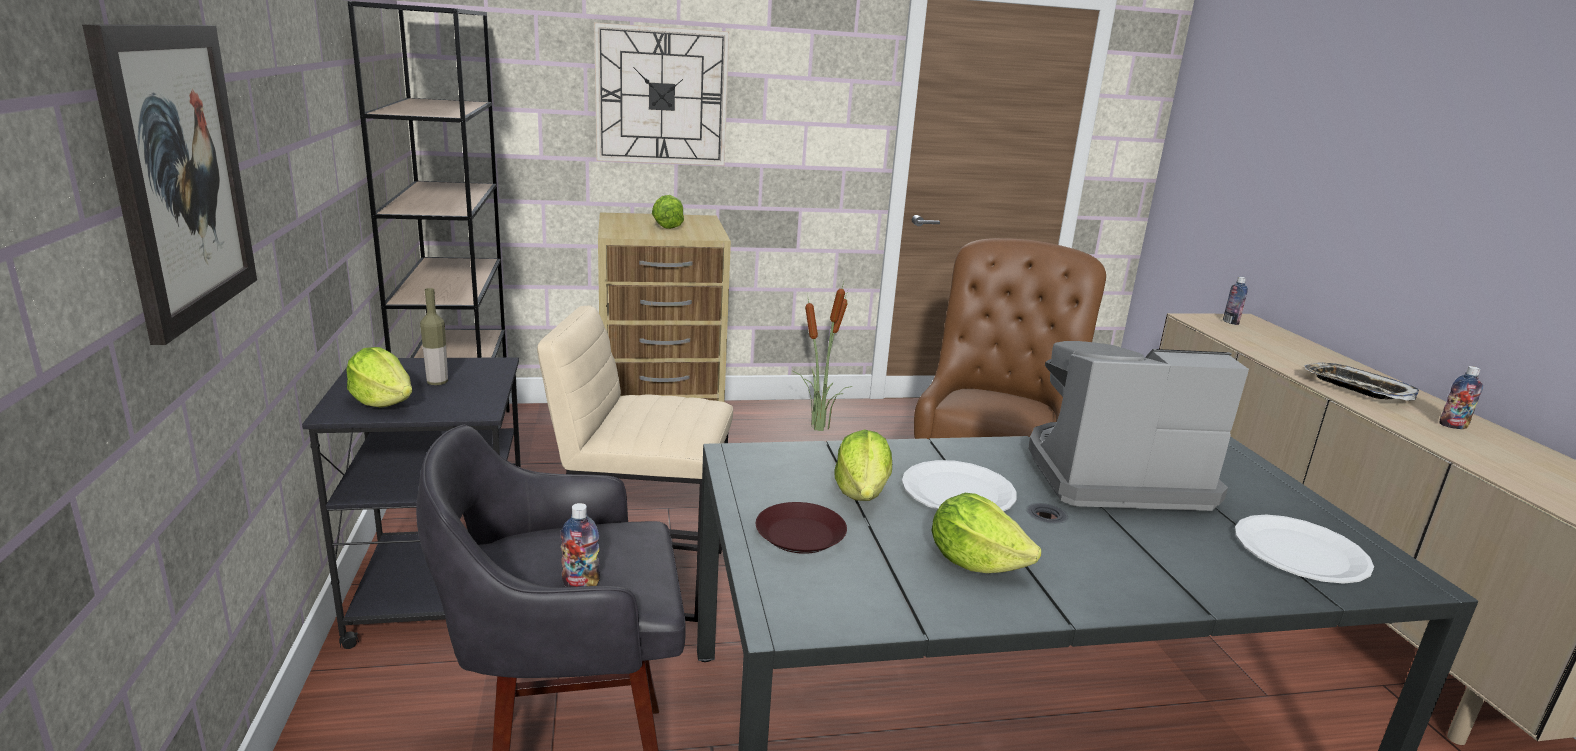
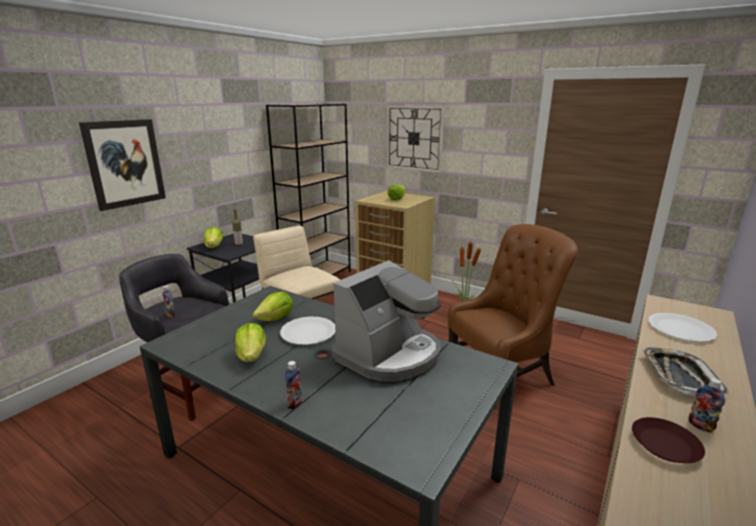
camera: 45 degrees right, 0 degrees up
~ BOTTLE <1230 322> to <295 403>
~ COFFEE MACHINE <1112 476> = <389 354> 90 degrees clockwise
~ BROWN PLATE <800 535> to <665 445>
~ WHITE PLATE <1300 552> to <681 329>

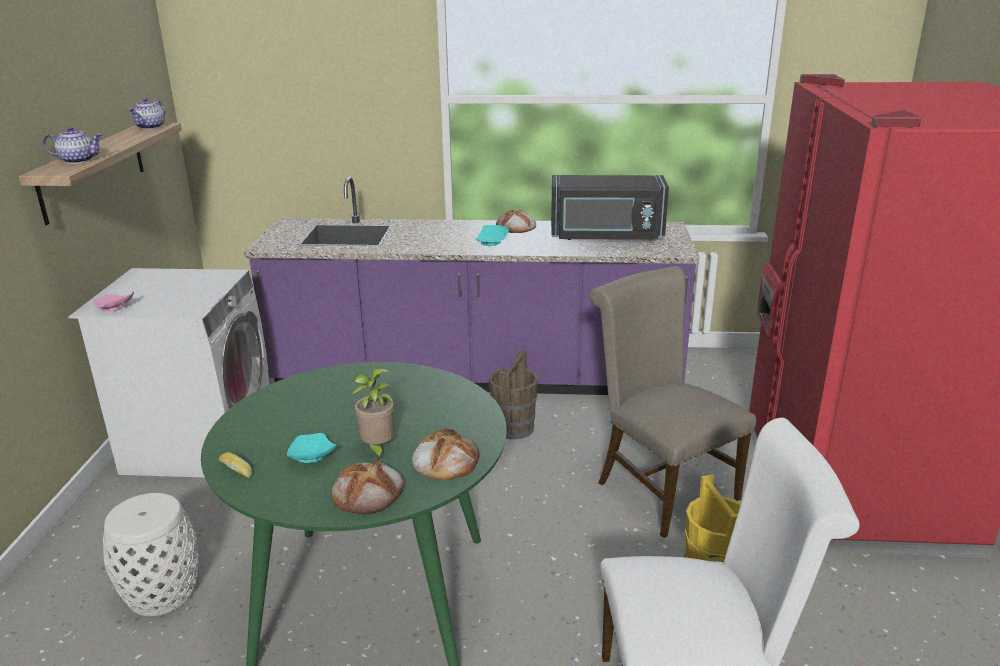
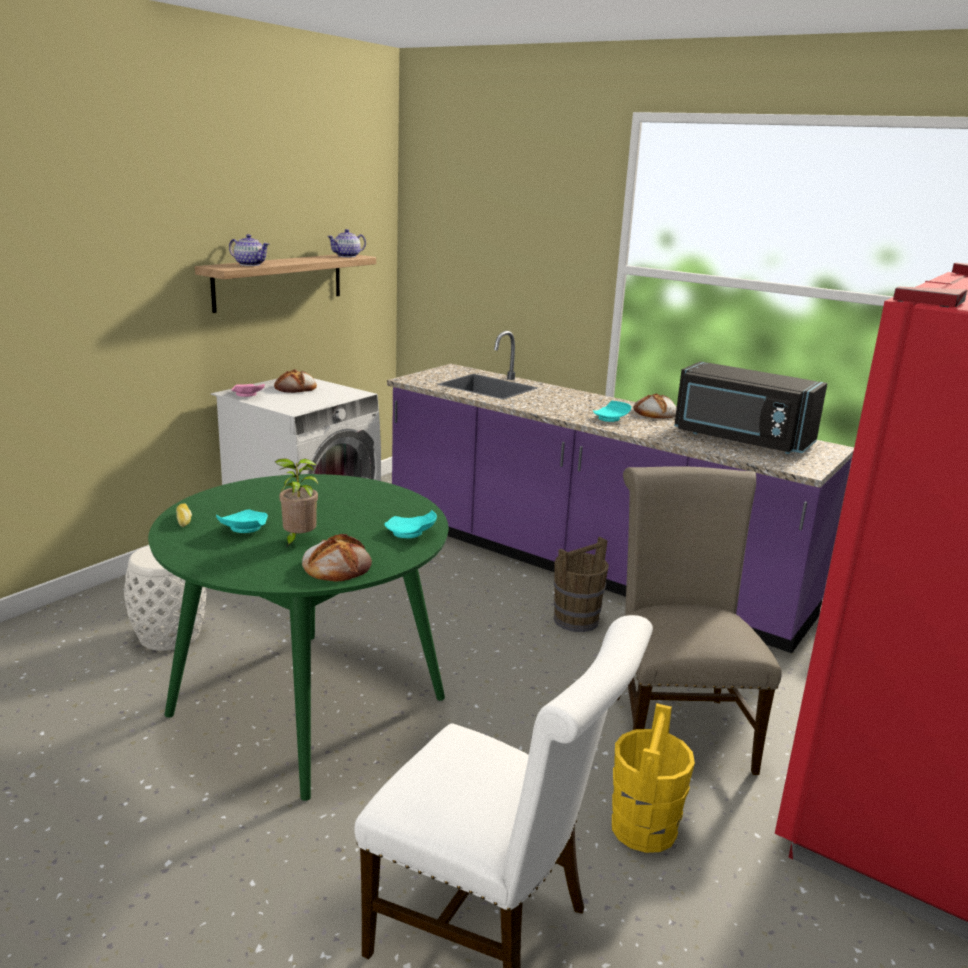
camera: 30 degrees right, 5 degrees down
~ BREAD <368 493> to <296 388>
+ TURQUOISE PLATE <411 534>

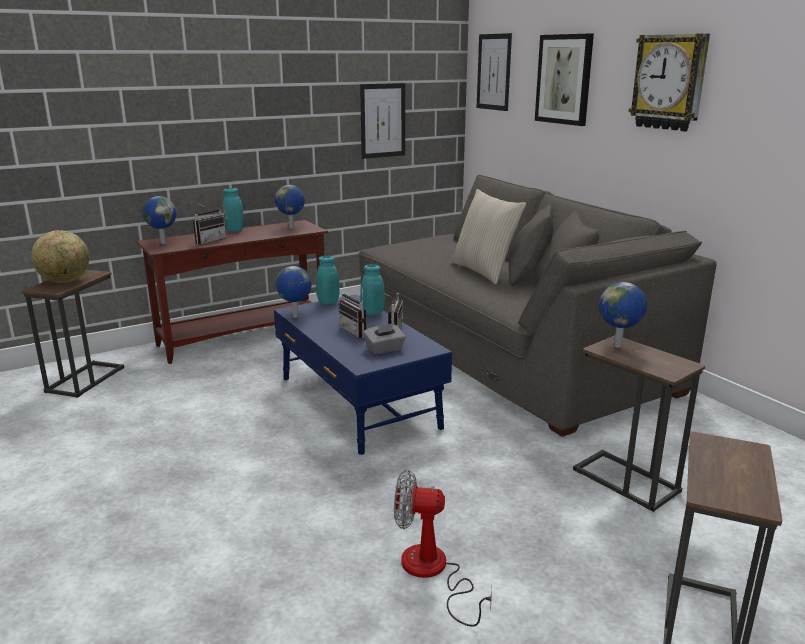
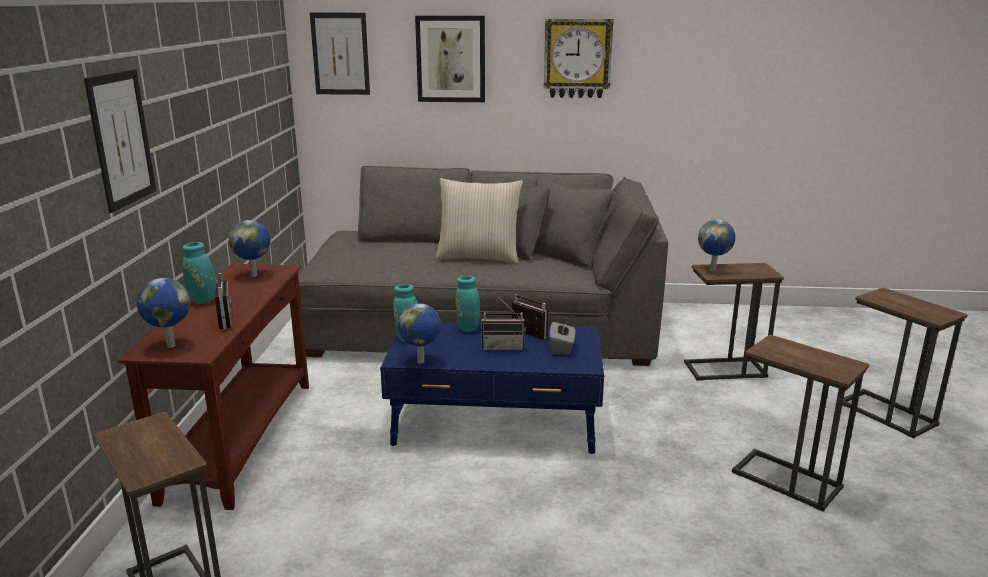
camera: 55 degrees left, 0 degrees up
~ PICTURE <383 120> to <121 139>
- GLOBE <65 281>
~ FAN <433 572> to BROWN SIDE TABLE <787 480>

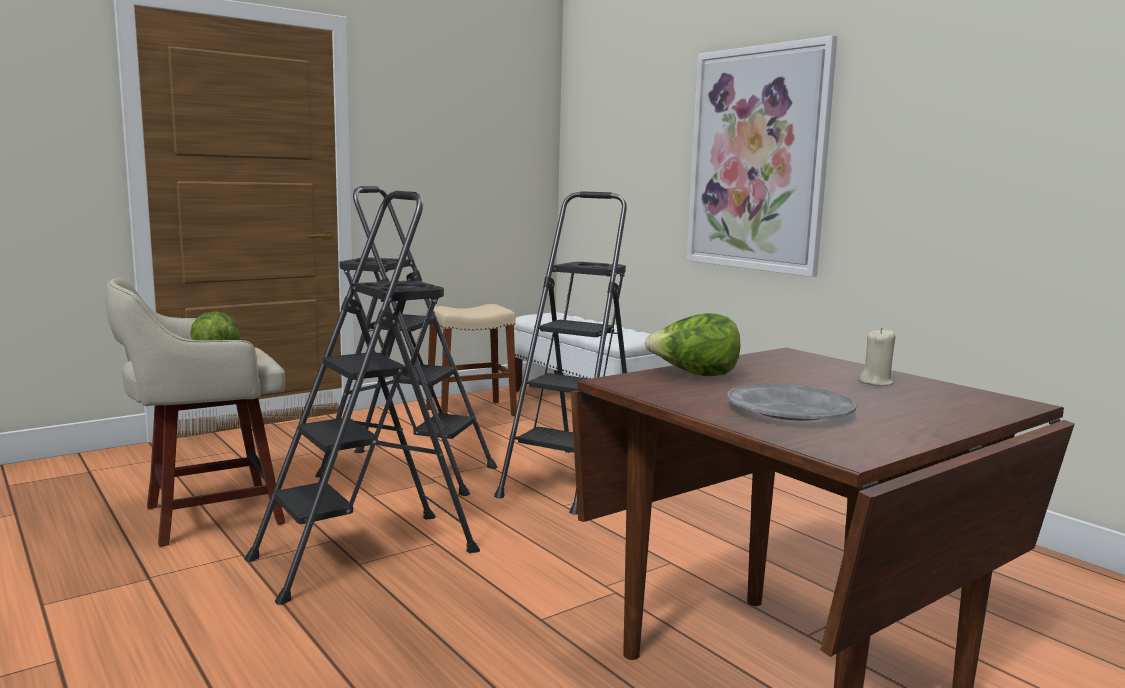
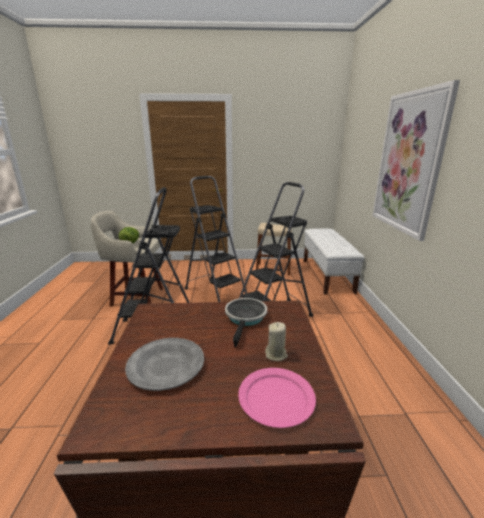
camera: 35 degrees right, 10 degrees up
- LETTUCE <694 375>
+ FRYING PAN <245 319>
+ PINK PLATE <277 398>

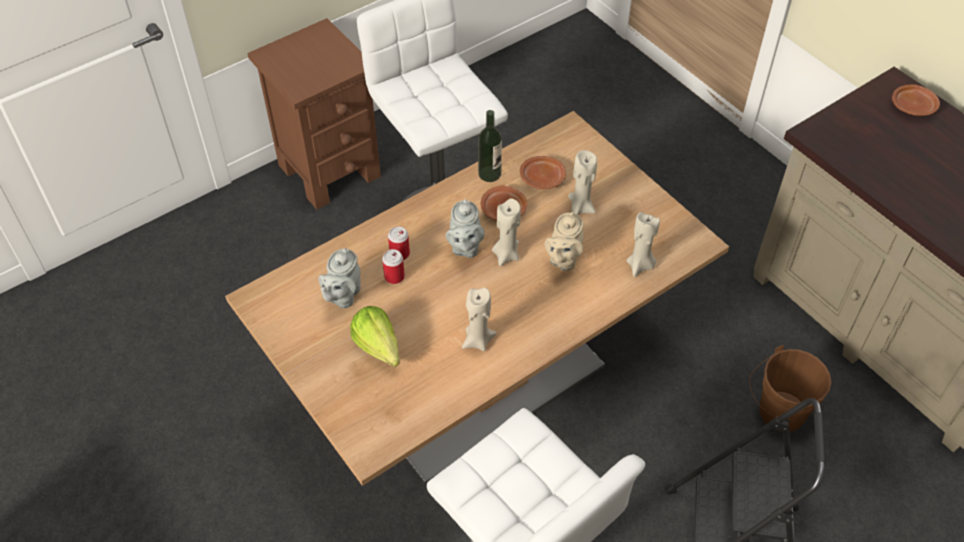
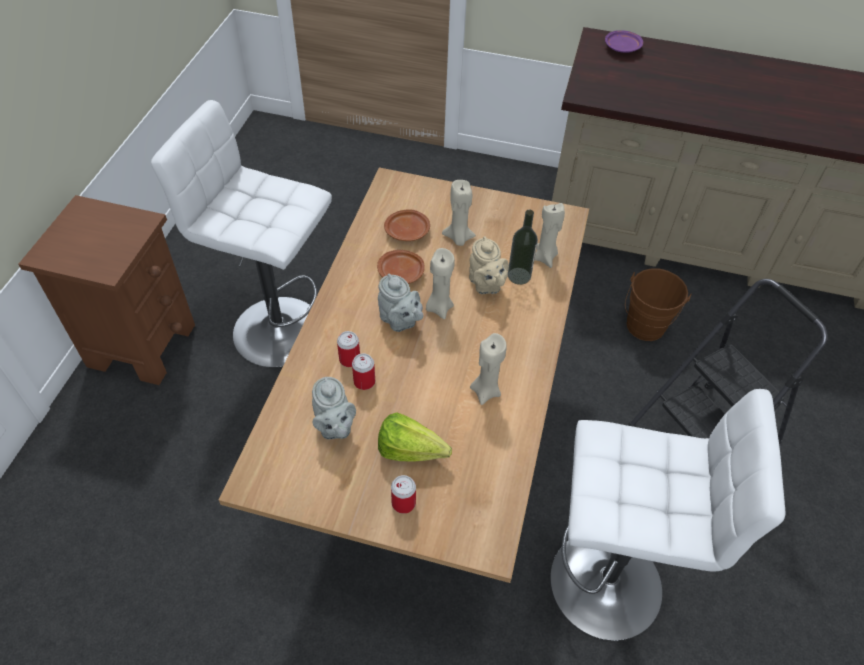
camera: 40 degrees left, 0 degrees up
~ BROWN PLATE <913 106> to PURPLE PLATE <622 47>
~ BOTTLE <489 174> to <519 276>
+ CAN <403 503>

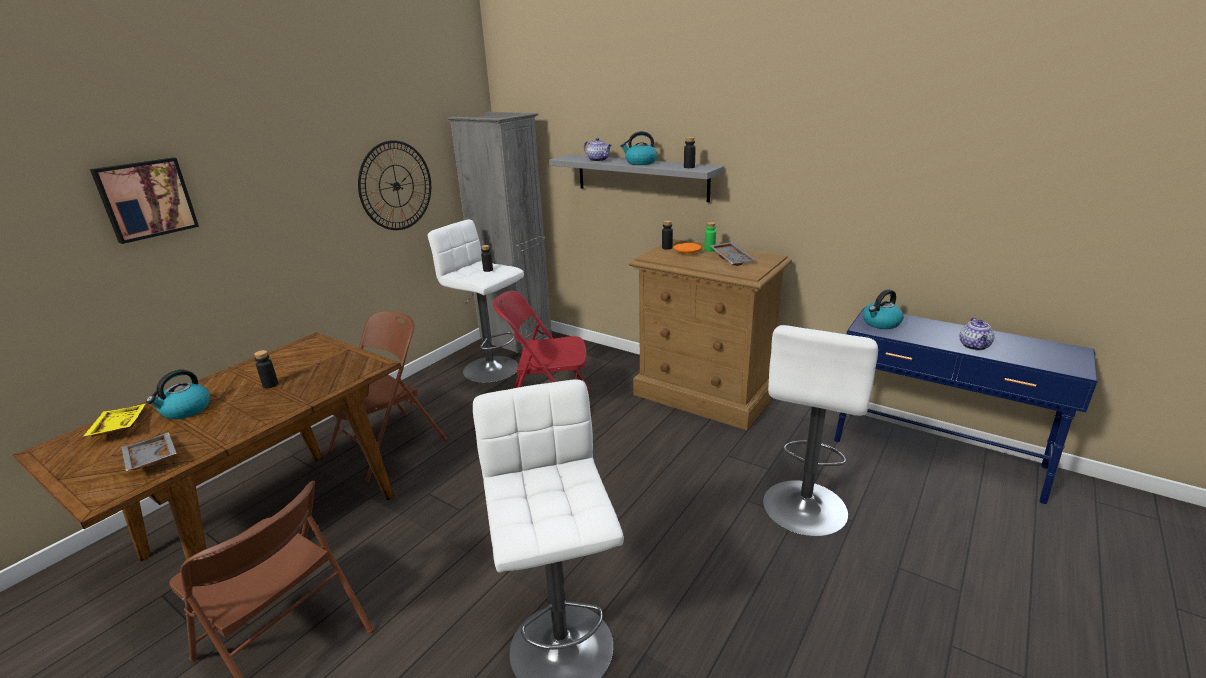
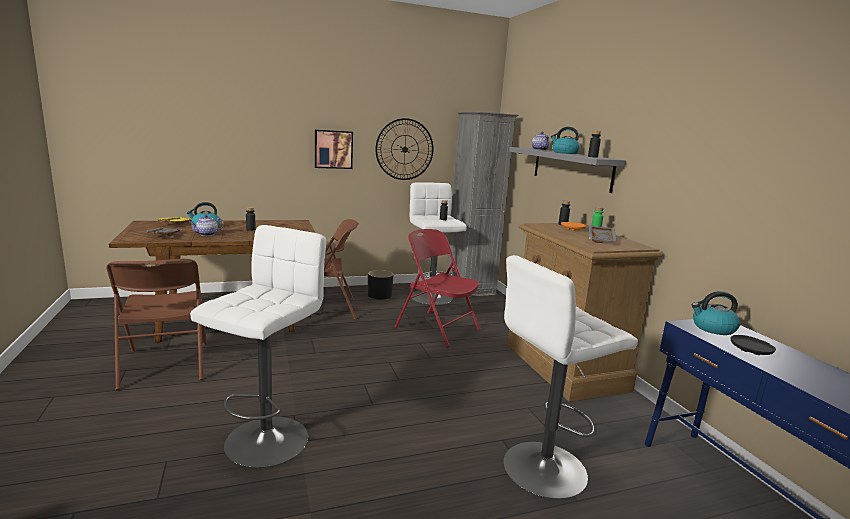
camera: 35 degrees right, 10 degrees down
~ PICTURE <146 199> to <333 149>
~ TEAPOT <974 346> to <206 234>
+ BLACK PLANTER <379 295>
+ BLACK PLATE <751 351>

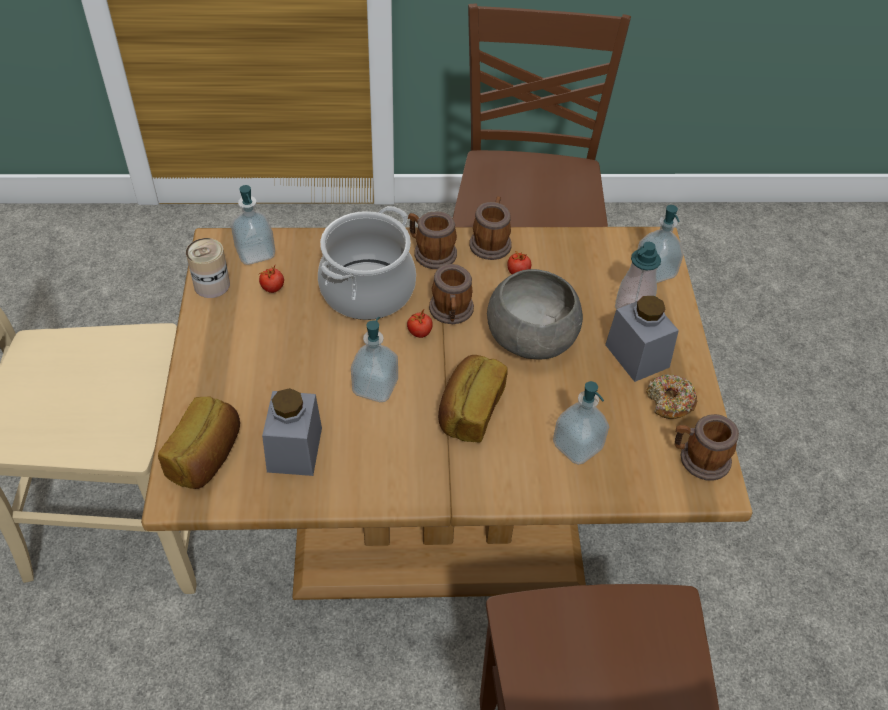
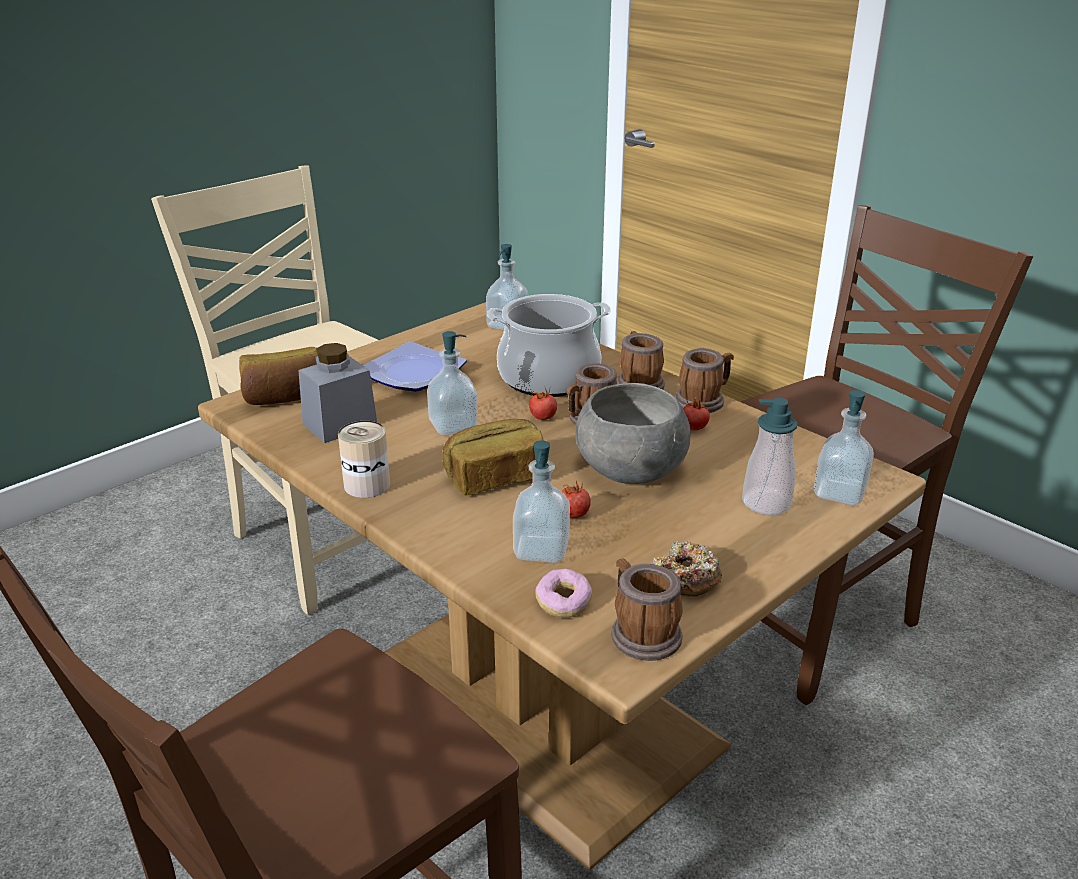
camera: 50 degrees right, 20 degrees down
~ CAN <212 285> to <367 485>
~ TOMATO <272 288> to <573 514>
- GREY JAR <637 356>
+ PLATE <415 373>
+ DONUT <563 603>

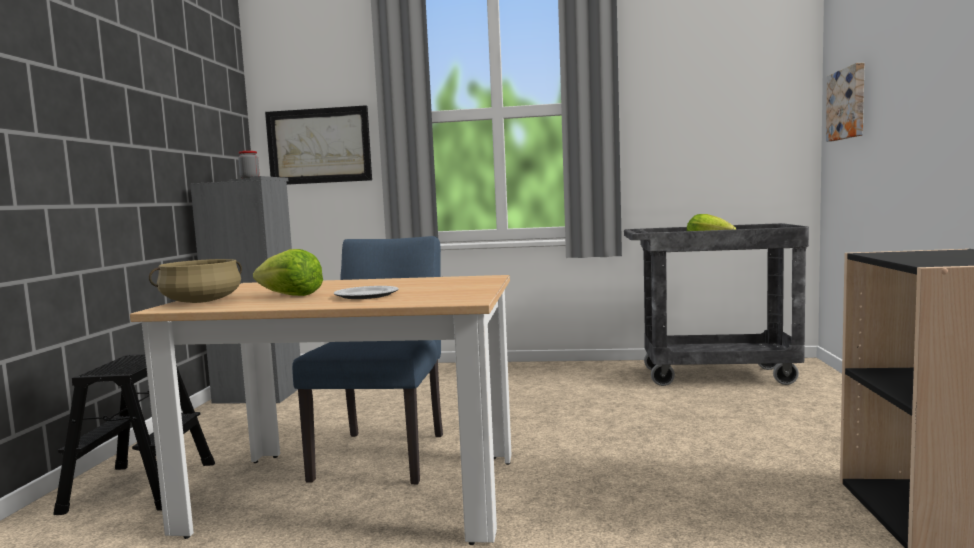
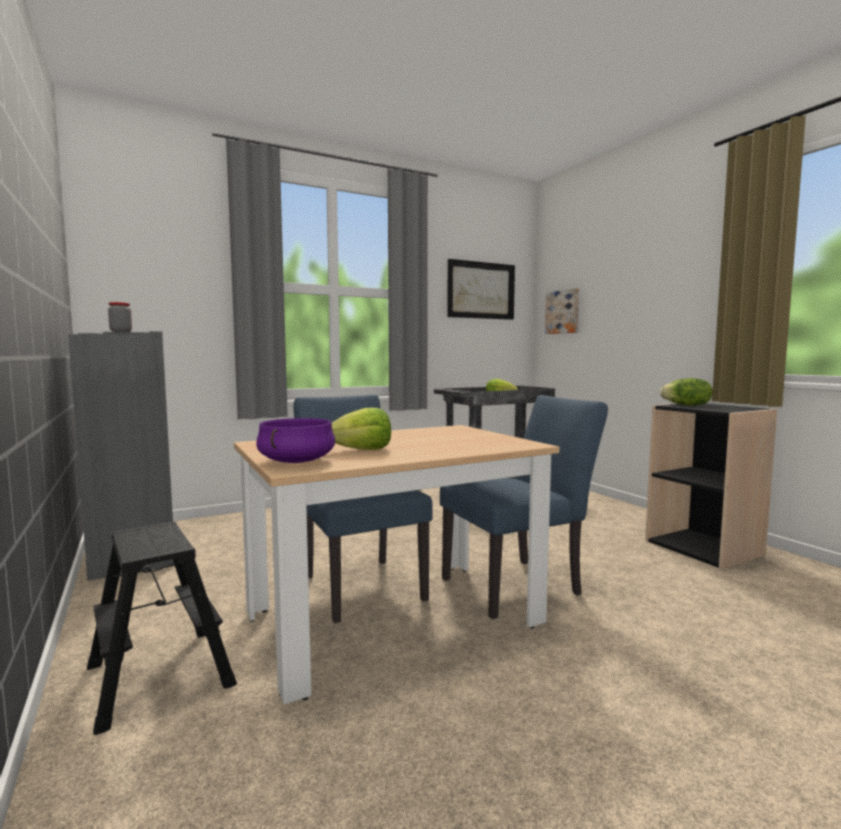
camera: 35 degrees left, 0 degrees up
~ PICTURE <319 146> to <481 290>
~ BEIGE COOKING POT <201 301> to PURPLE COOKING POT <296 461>
- PLATE <366 295>
+ LETTUCE <687 405>
+ BLUE CHAIR <519 585>

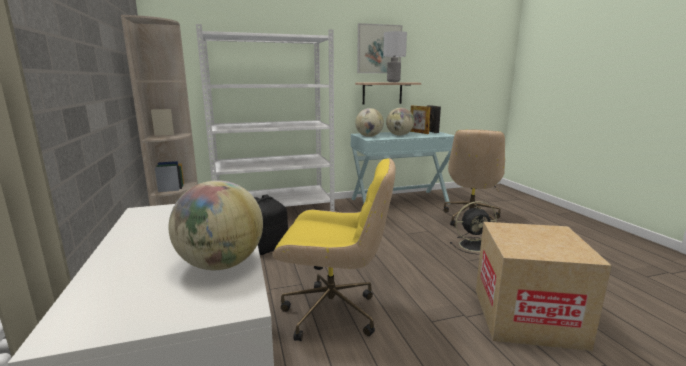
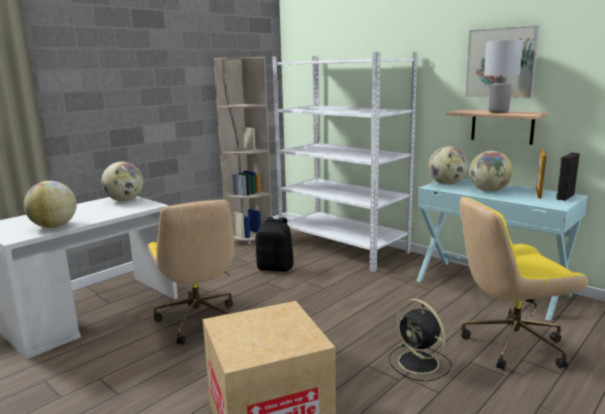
camera: 60 degrees right, 0 degrees up
+ GLOBE <125 200>

